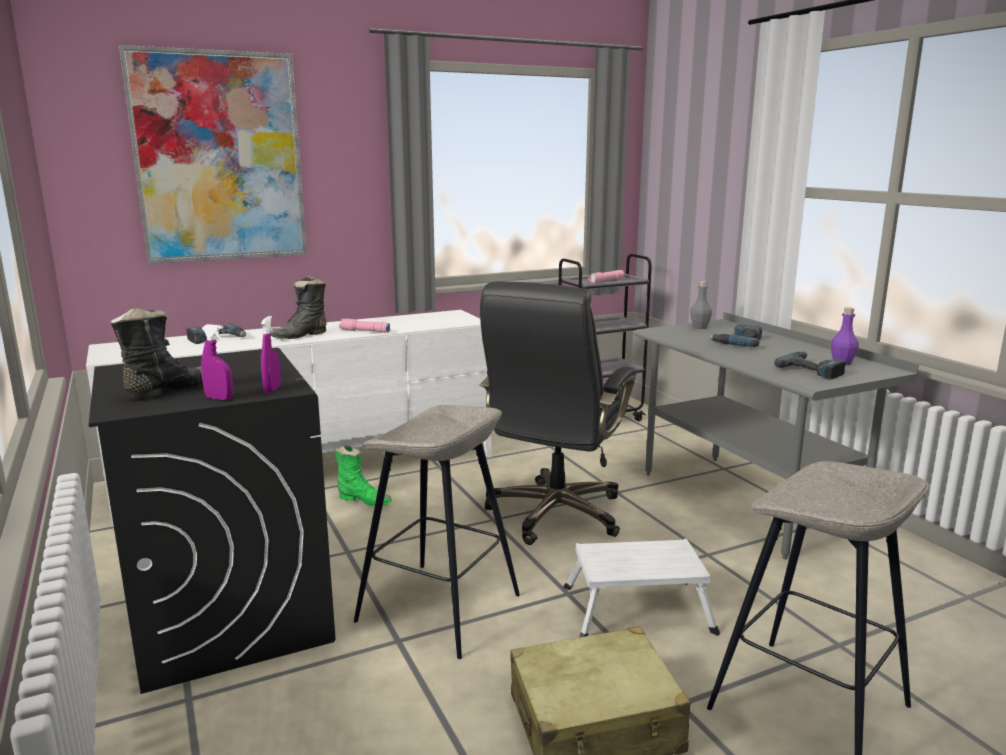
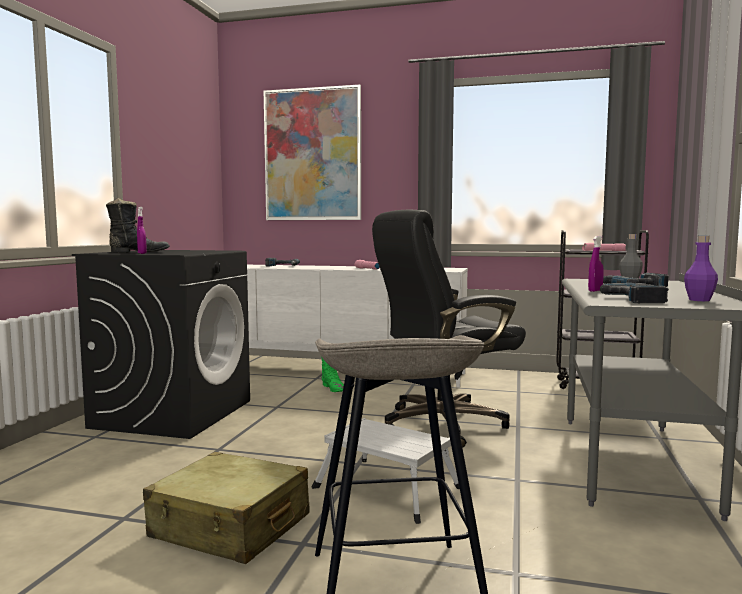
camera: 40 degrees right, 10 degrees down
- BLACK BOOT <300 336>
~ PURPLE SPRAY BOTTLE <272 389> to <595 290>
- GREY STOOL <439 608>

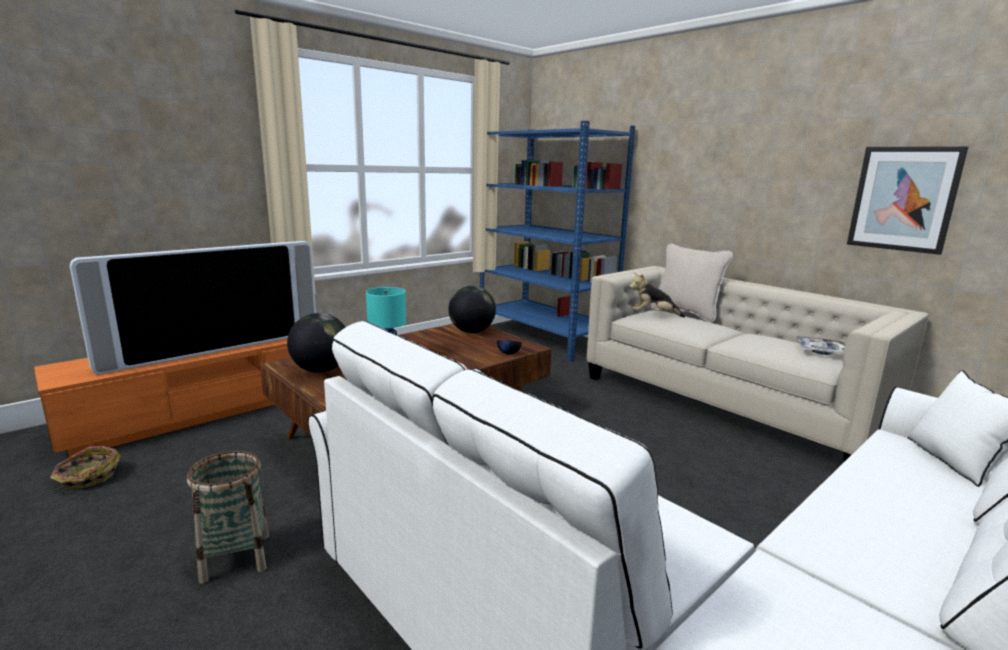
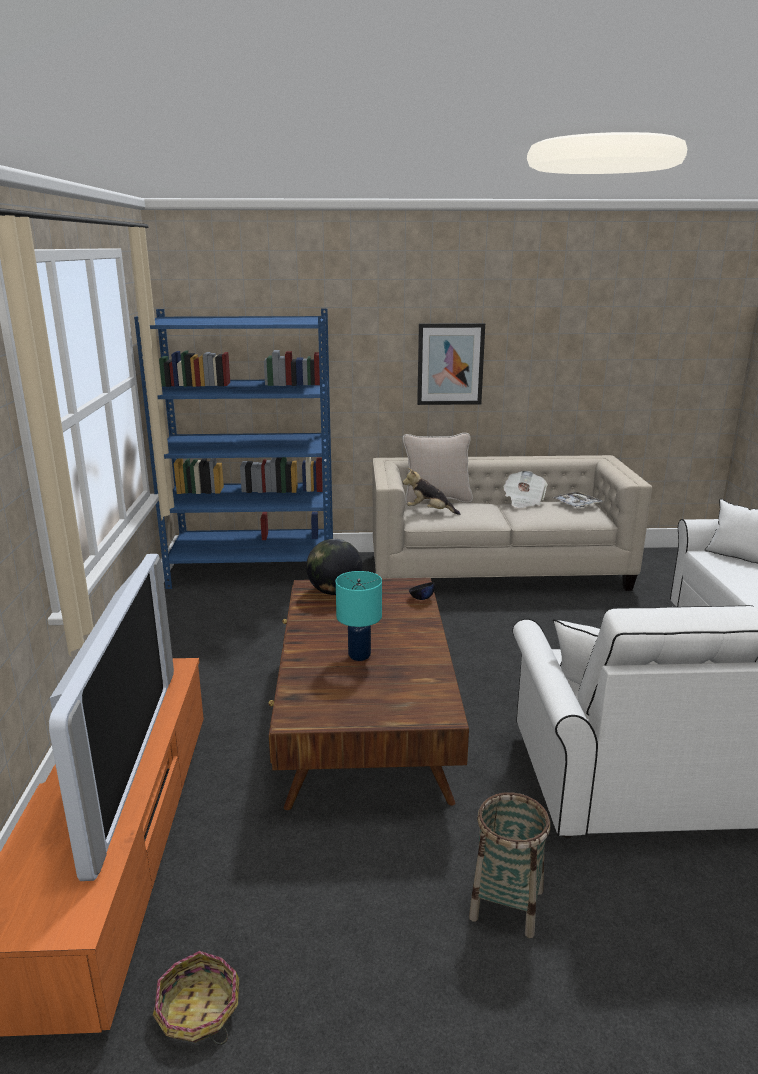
camera: 50 degrees left, 5 degrees up
~ PICTURE <903 199> to <450 364>
~ PLUSH TOY <653 315> = <429 511> 60 degrees clockwise
- GLOBE <321 370>
+ NEWSPAPER <523 501>

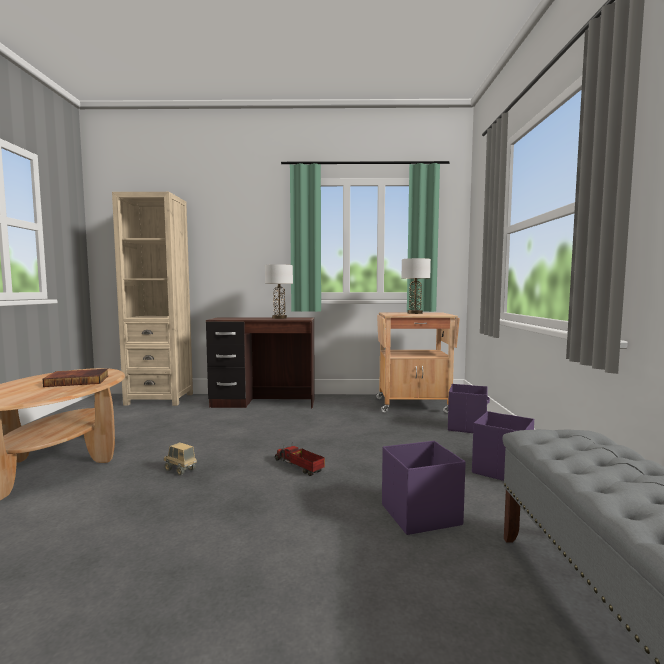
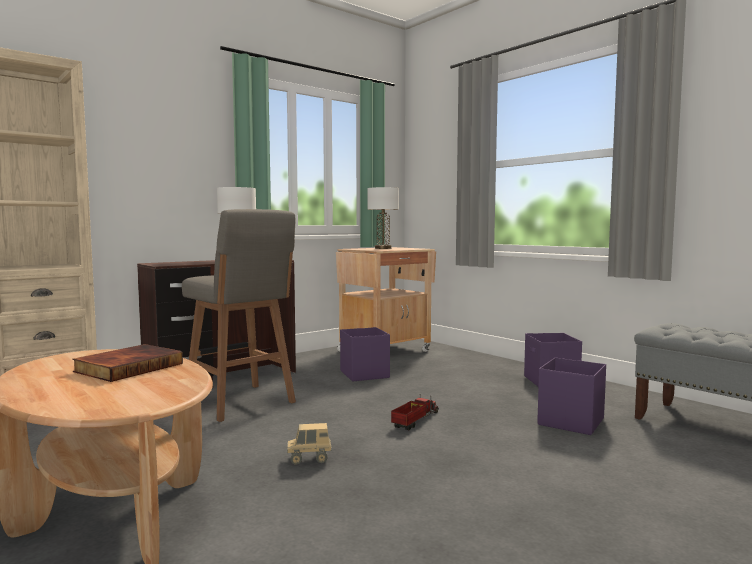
camera: 40 degrees left, 0 degrees up
~ PURPLE STORAGE BOX <467 426> to <364 374>
~ TOY TRUCK <299 466> = <415 421> 120 degrees clockwise
+ GREY STOOL <241 403>

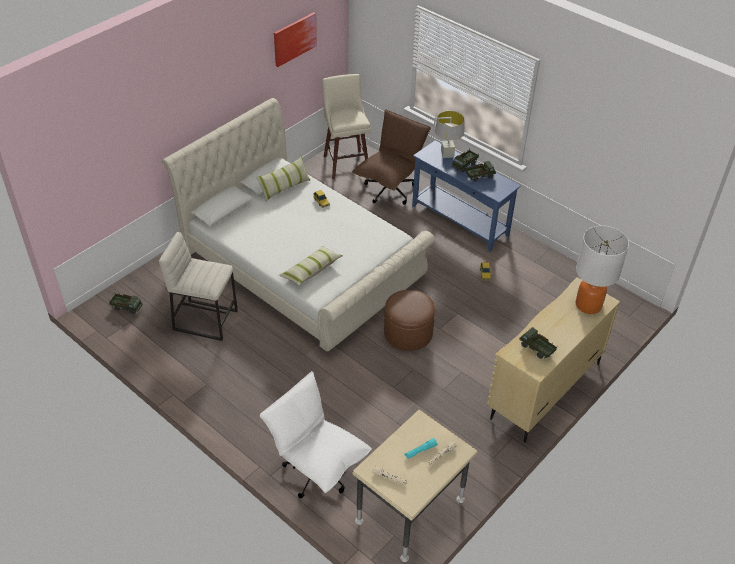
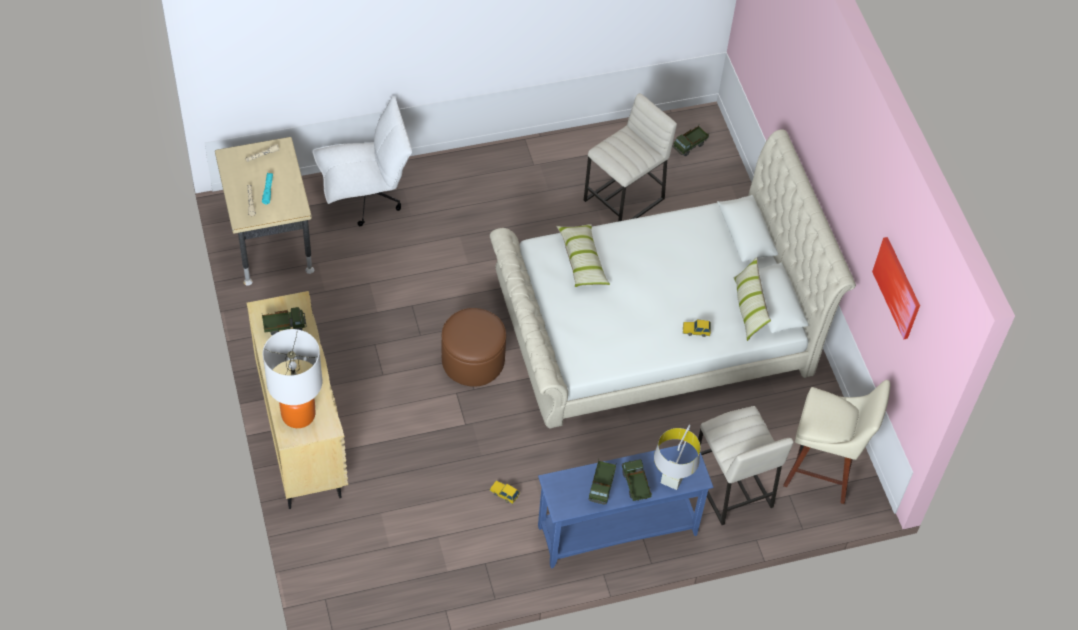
camera: 120 degrees right, 10 degrees up
~ BROWN OFFICE CHAIR <389 190> to BEIGE STOOL <732 487>

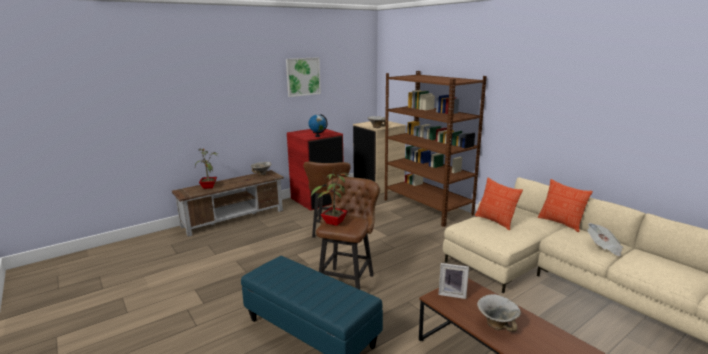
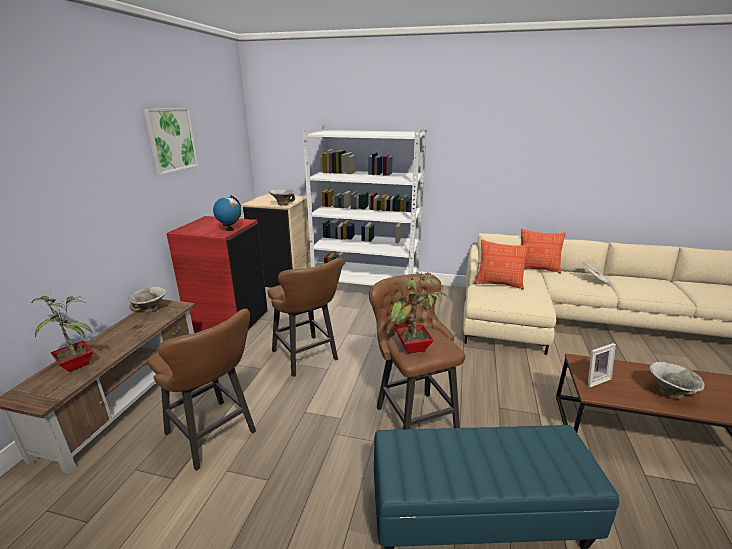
camera: 40 degrees left, 5 degrees up
~ BROWN BOOKCASE <427 207> to WHITE BOOKCASE <366 288>
+ BROWN STOOL <216 438>

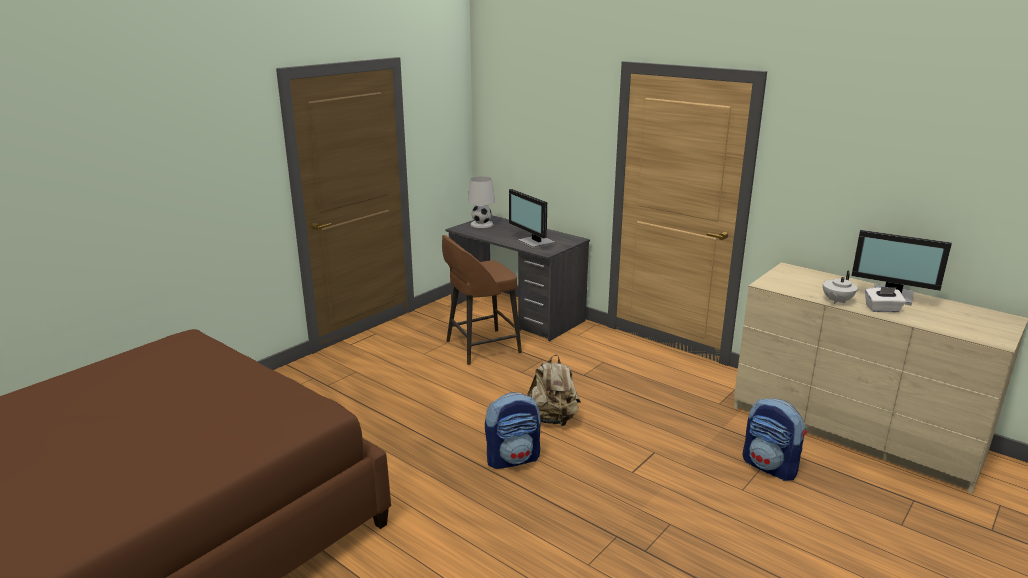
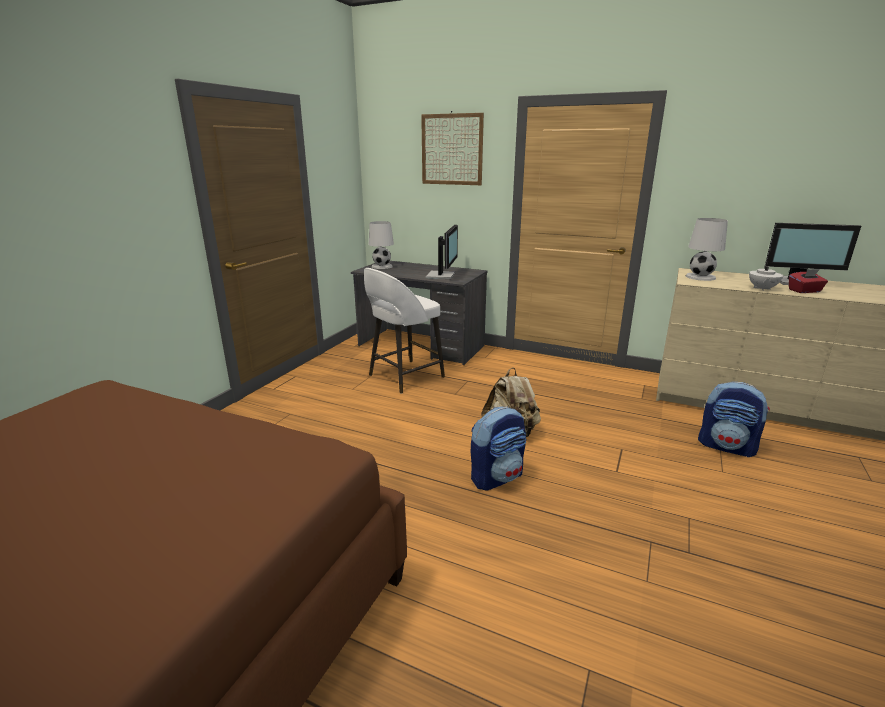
camera: 15 degrees left, 0 degrees up
~ MONITOR <535 242> = <442 275> 120 degrees counterclockwise
~ BROWN STOOL <480 347> to WHITE STOOL <404 377>
~ WHITE TISSUE BOX <882 309> to RED TISSUE BOX <804 291>
+ PICTURE <452 148>
+ WHITE TABLE LAMP <700 277>

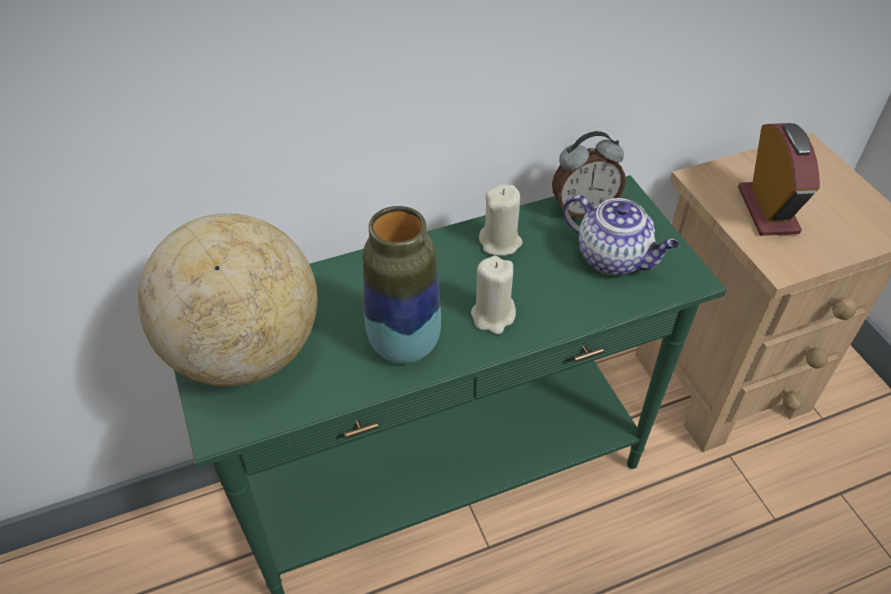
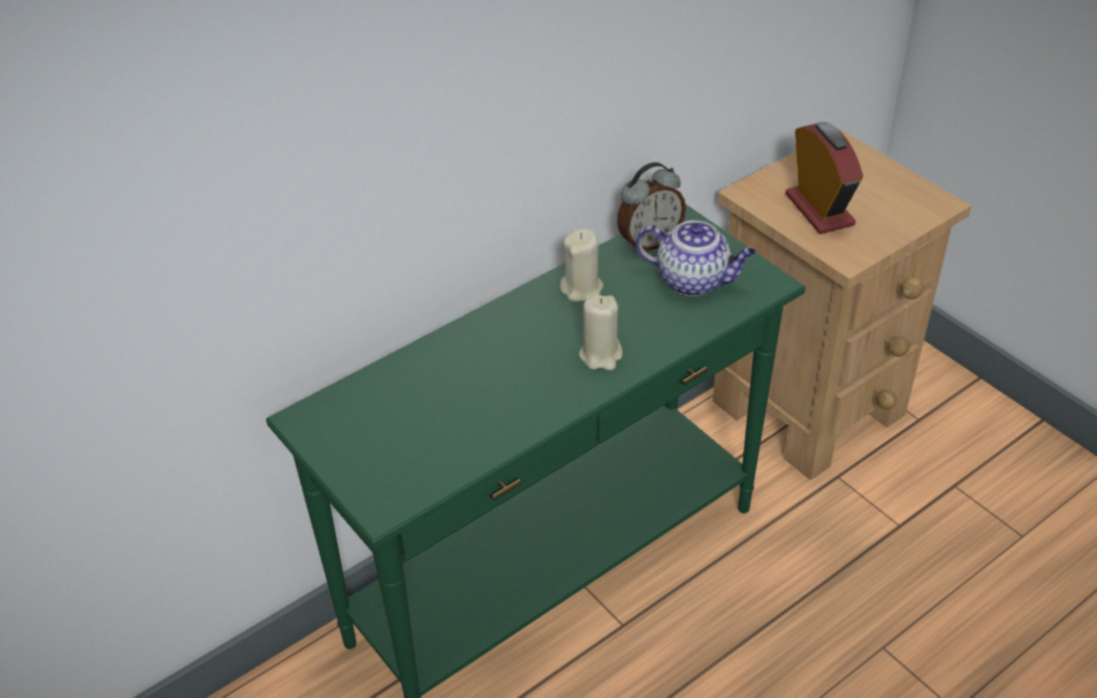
camera: 15 degrees left, 5 degrees down
- VASE <404 345>
- GLOBE <246 352>

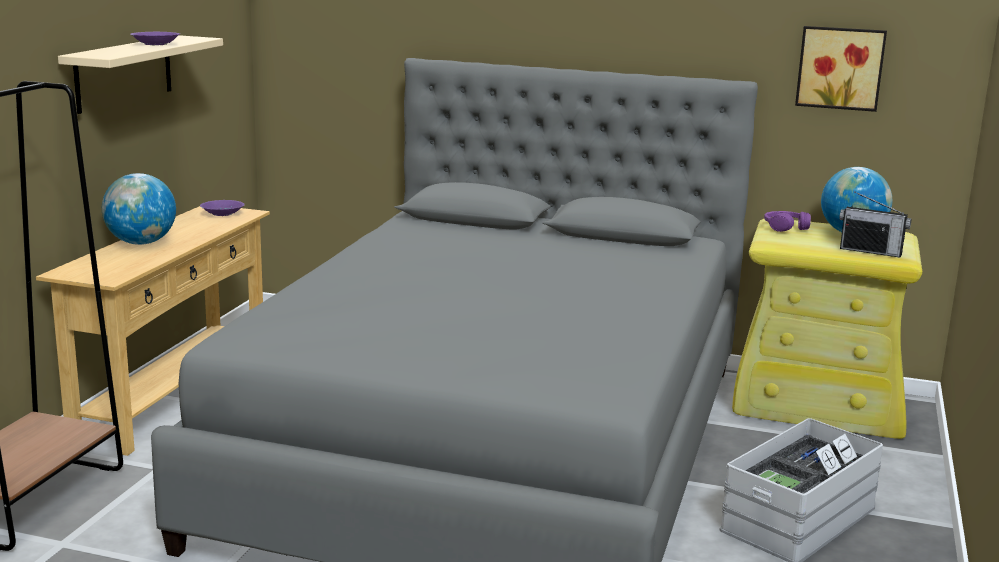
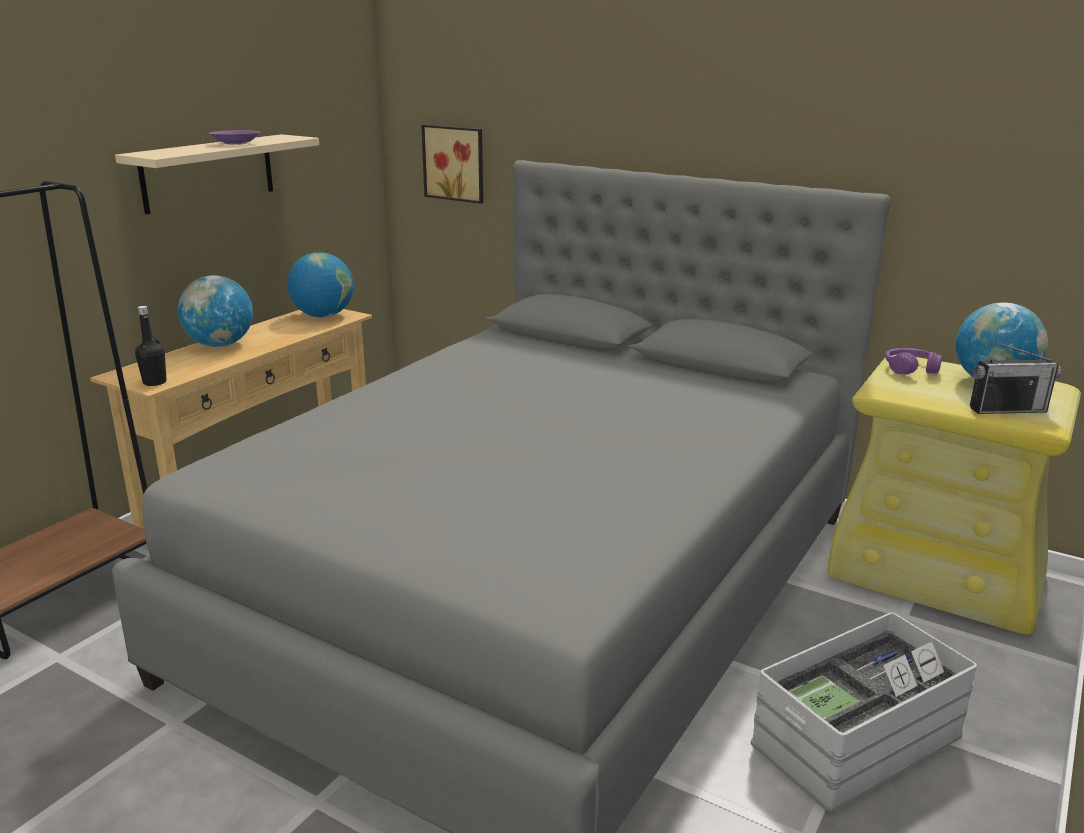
camera: 15 degrees right, 5 degrees up
~ PICTURE <840 68> to <455 163>
~ RADIO <870 251> = <1007 409> 45 degrees counterclockwise
~ PURPLE BOWL <221 214> to GLOBE <323 316>
+ BLACK BOTTLE <155 382>

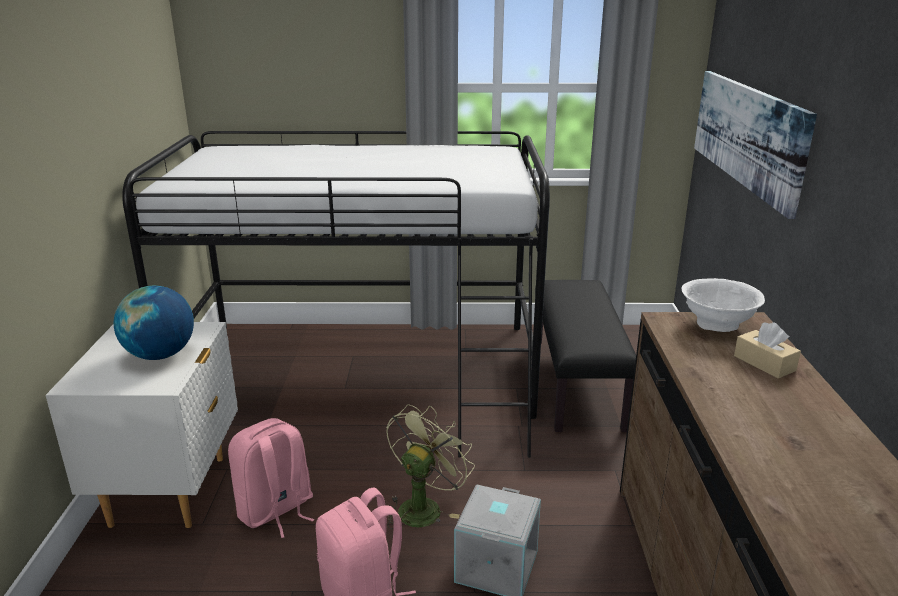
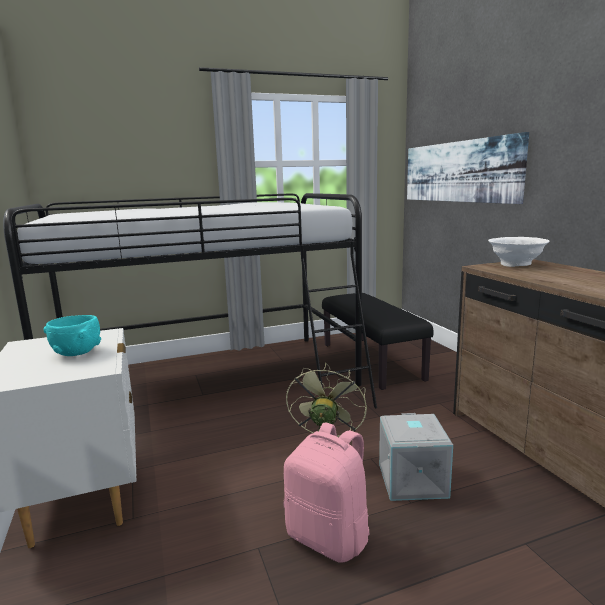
camera: 20 degrees left, 10 degrees down
~ GLOBE <160 355> to TURQUOISE BOWL <77 353>
- BEIGE TISSUE BOX <764 363>
- PINK BACKPACK <276 511>

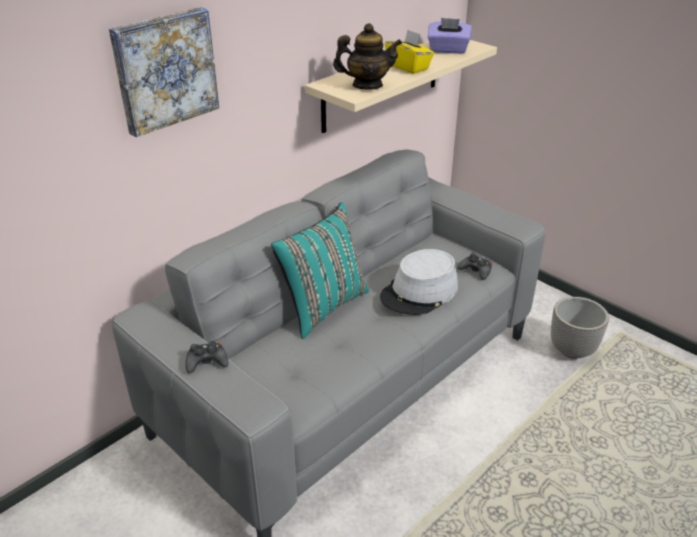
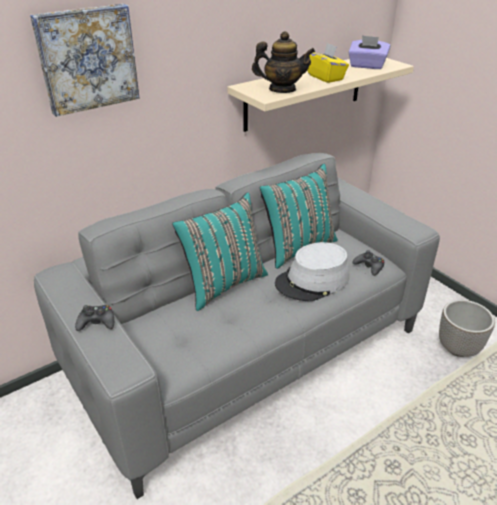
camera: 10 degrees right, 0 degrees up
+ TURQUOISE PILLOW <297 247>

